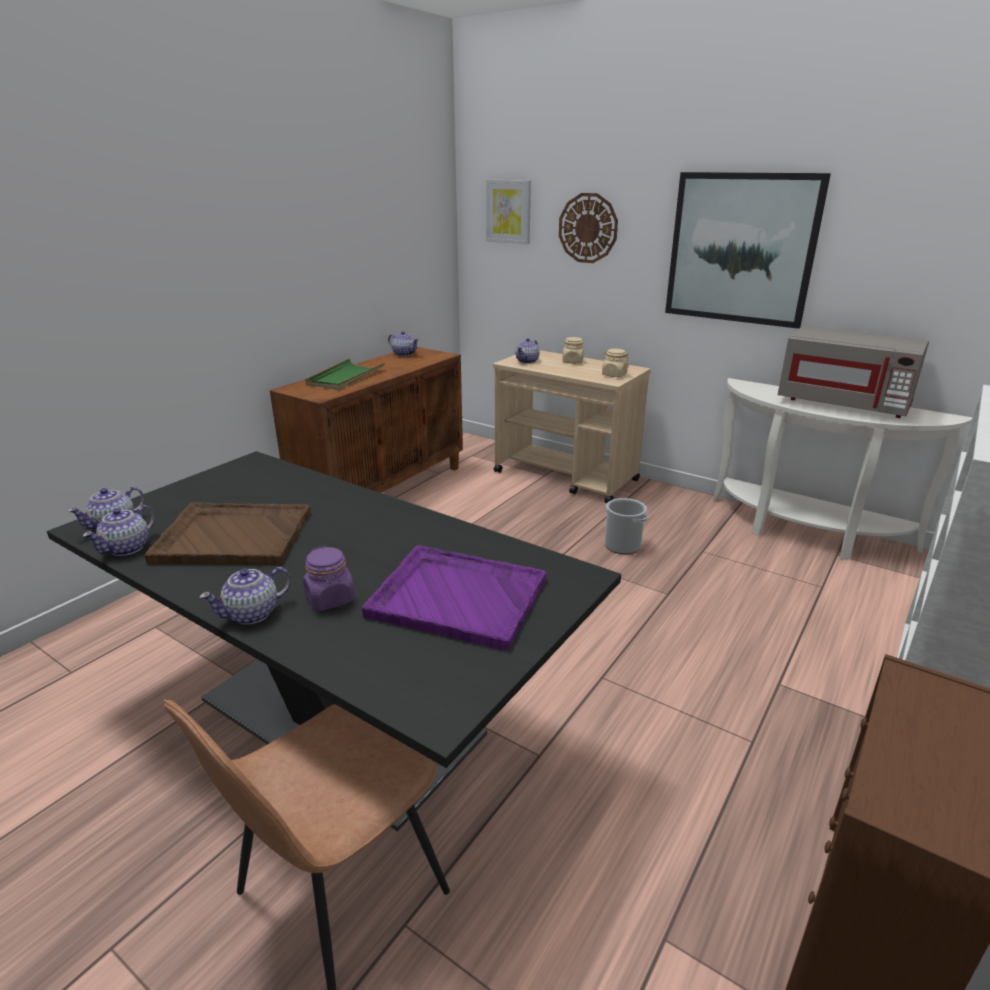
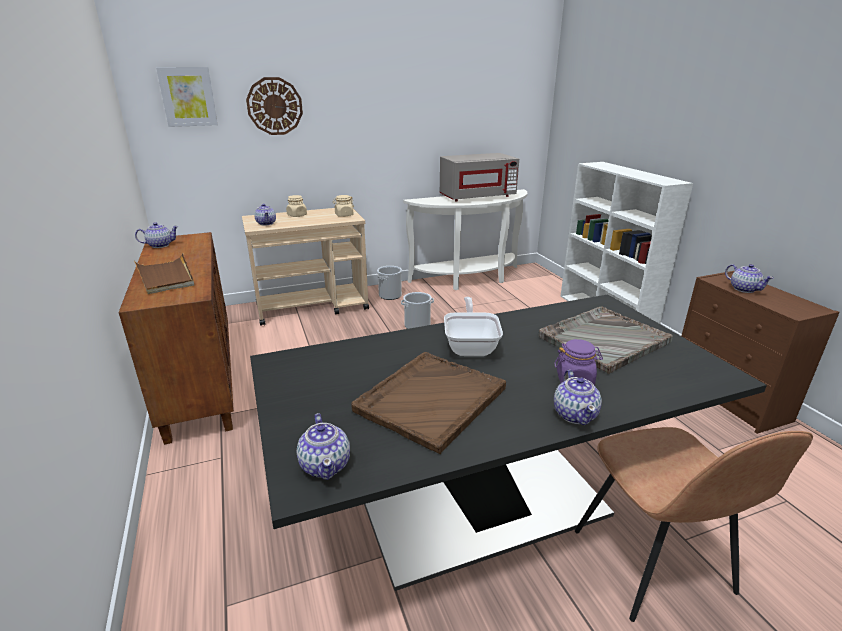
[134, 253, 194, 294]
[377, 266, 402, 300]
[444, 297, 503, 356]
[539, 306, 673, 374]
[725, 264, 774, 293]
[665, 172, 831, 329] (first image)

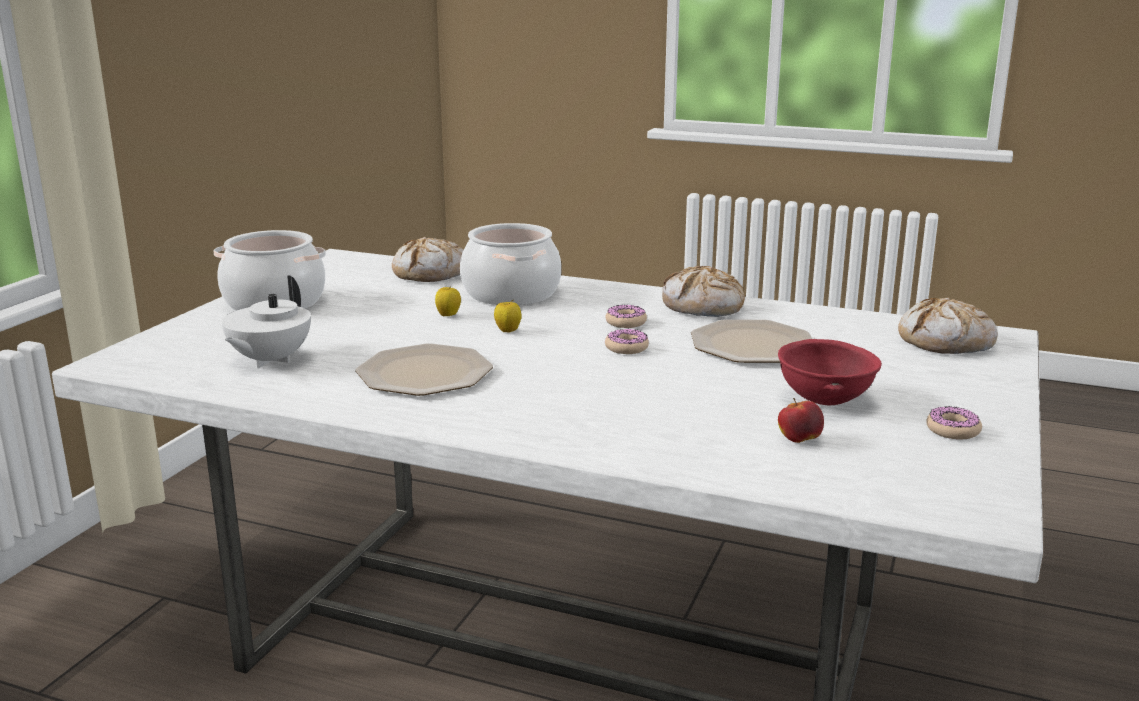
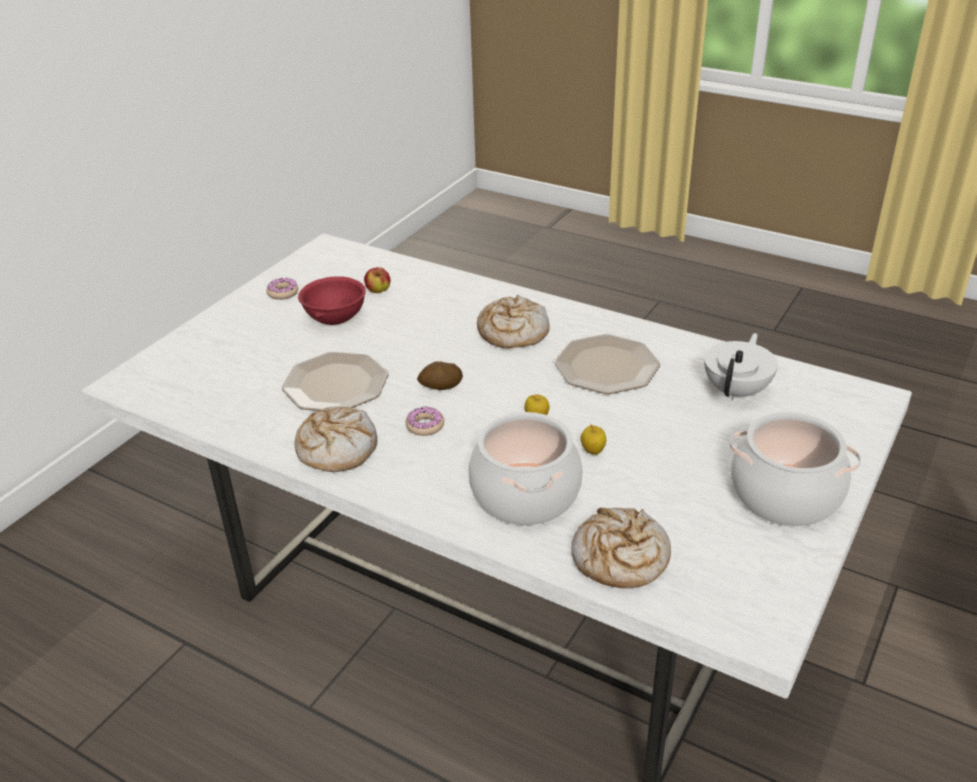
[417, 362, 463, 390]
[477, 295, 550, 348]

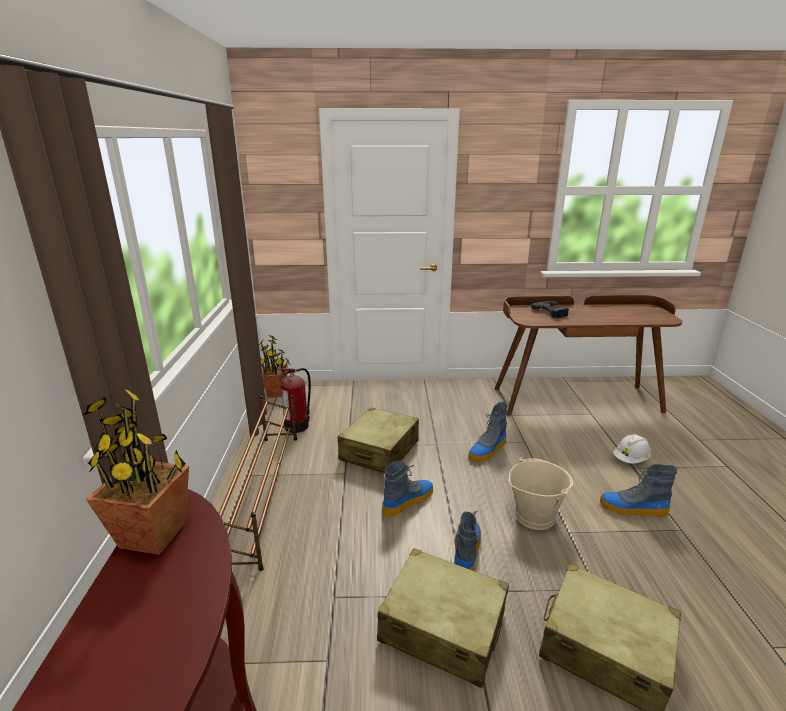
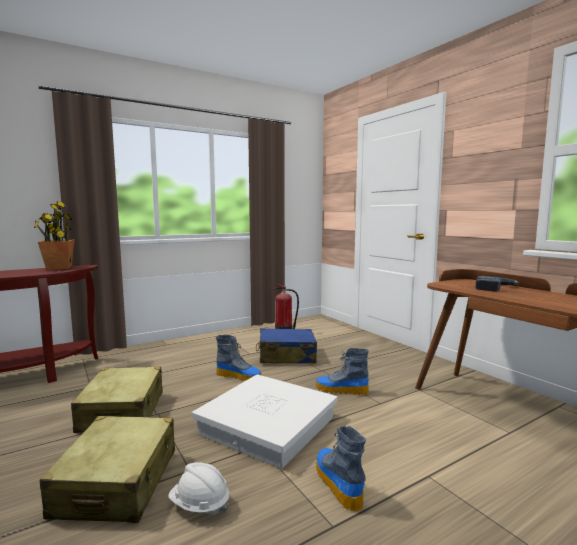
[168, 462, 230, 515]
[192, 374, 338, 469]
[256, 328, 317, 363]
[219, 395, 297, 571] (first image)
[259, 335, 290, 398] (first image)
[454, 511, 481, 571] (first image)

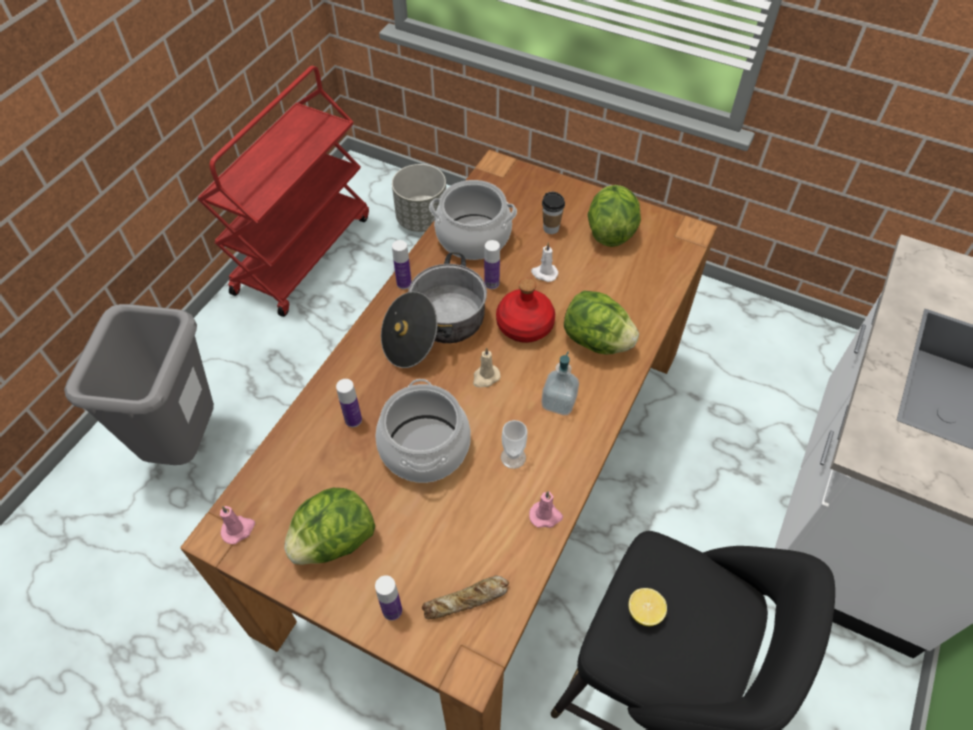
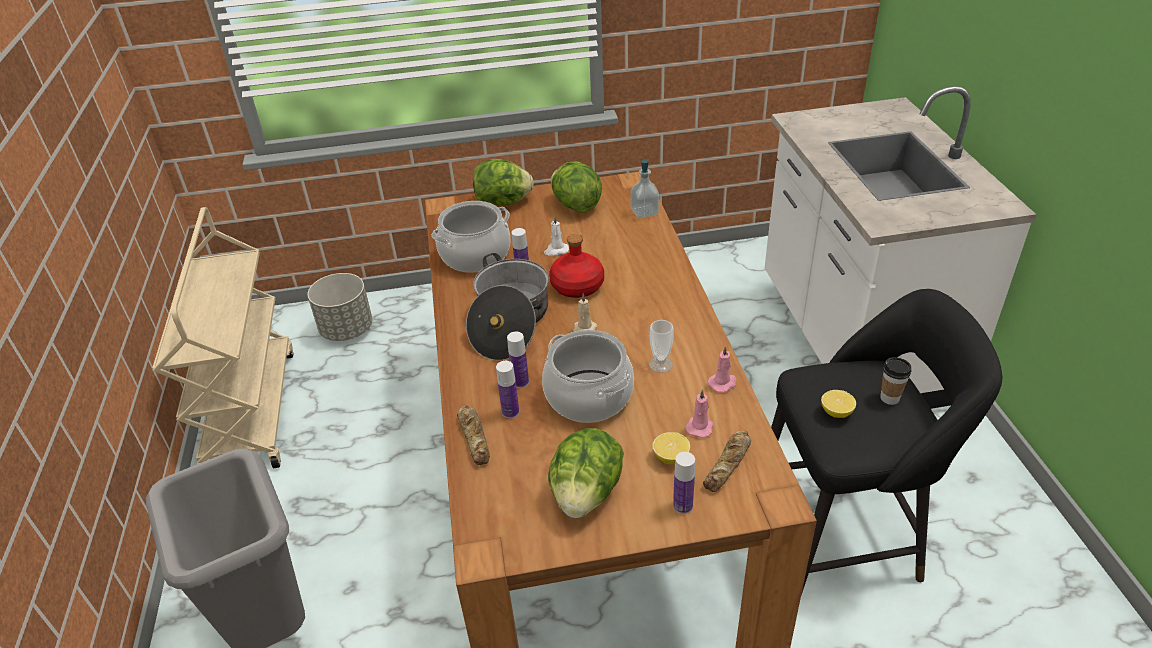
[152, 207, 293, 468]
[457, 405, 490, 465]
[473, 159, 534, 206]
[507, 331, 529, 388]
[630, 159, 659, 218]
[652, 432, 690, 464]
[685, 389, 714, 438]
[880, 357, 911, 405]

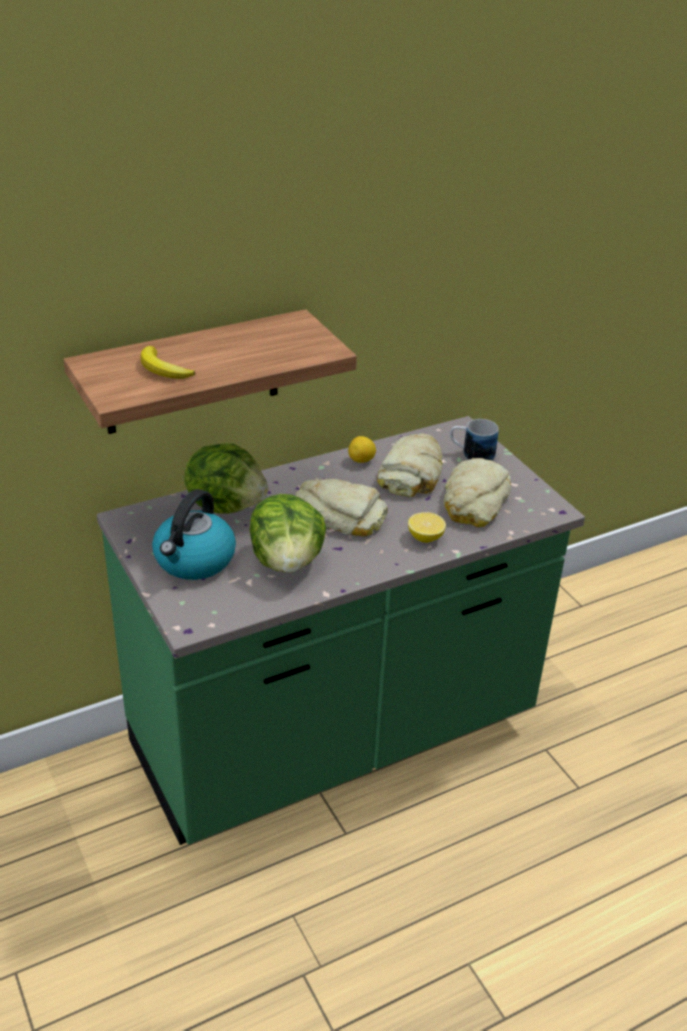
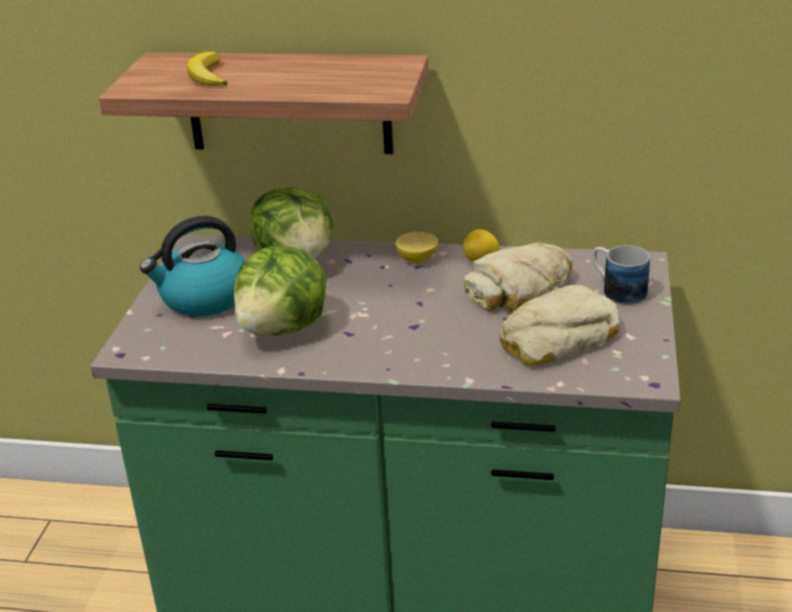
[396, 232, 438, 263]
[295, 479, 388, 536] (first image)

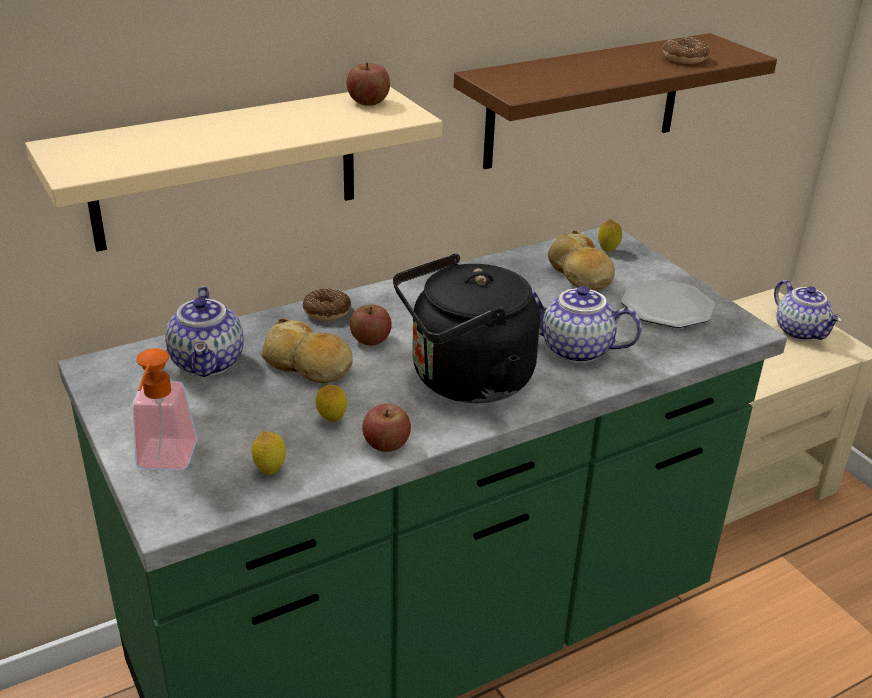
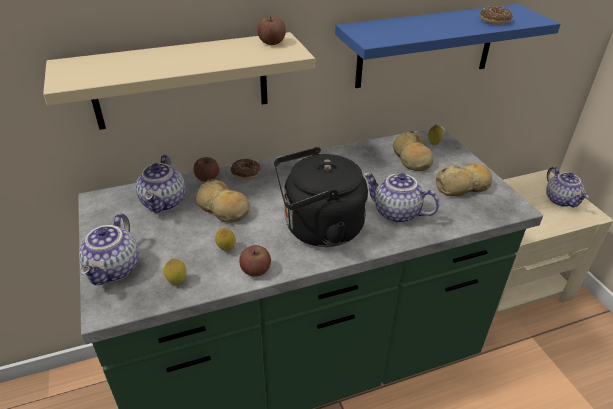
[79, 213, 139, 285]
[193, 157, 219, 182]
[335, 4, 561, 88]
[436, 163, 492, 196]

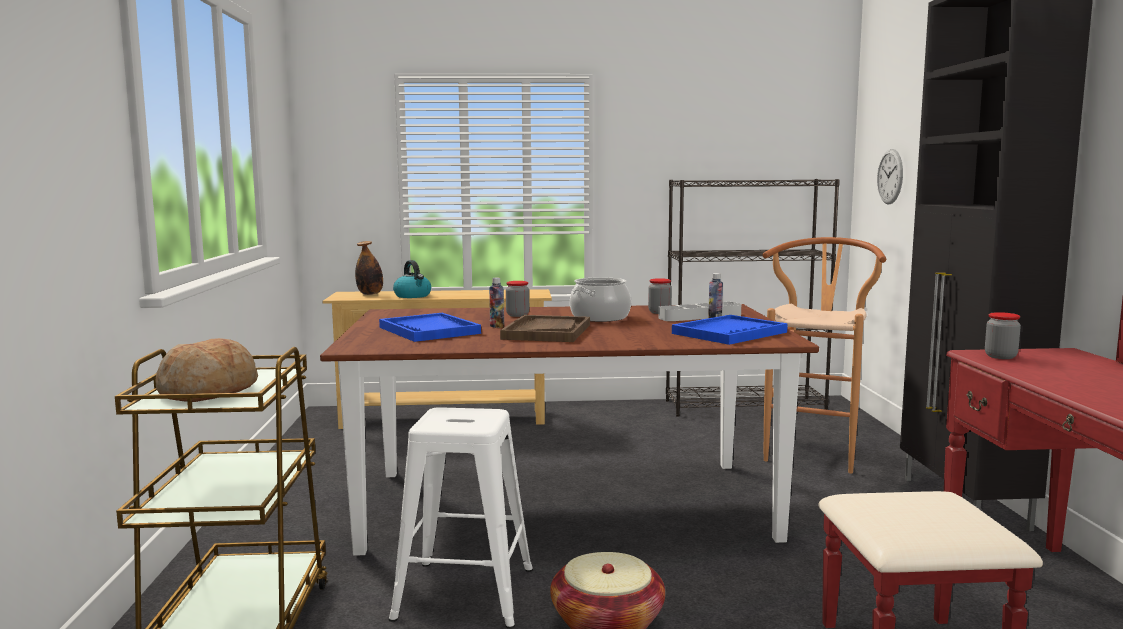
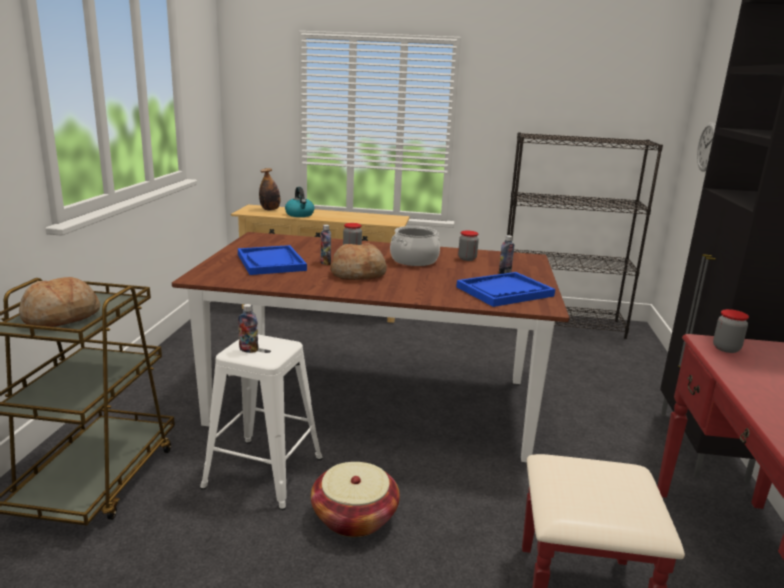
[238, 304, 258, 353]
[330, 243, 387, 280]
[658, 302, 741, 321] (first image)
[763, 237, 886, 474] (first image)

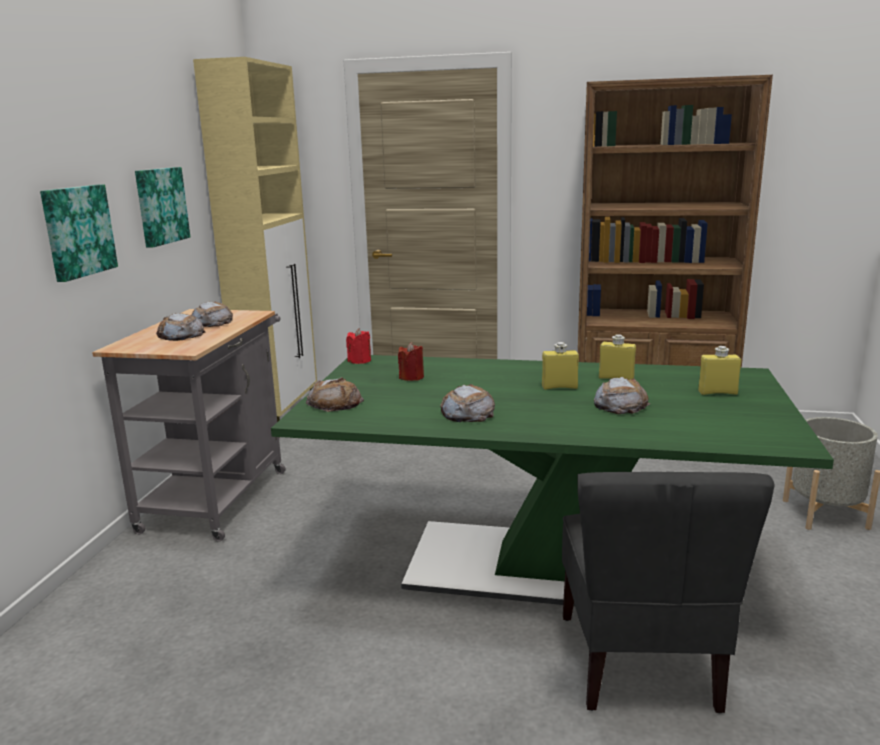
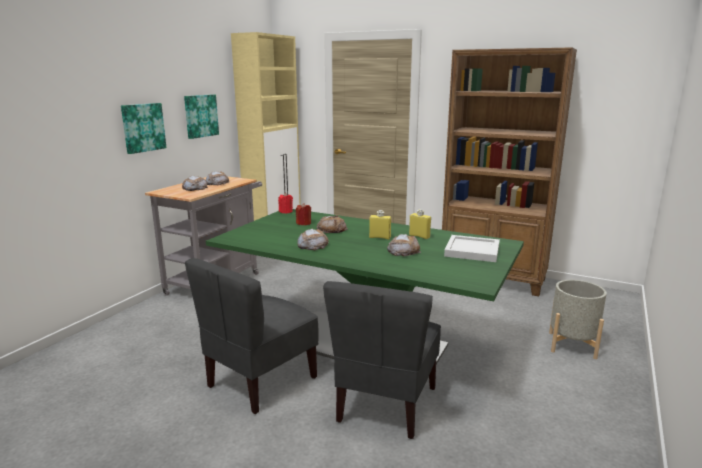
[185, 258, 319, 414]
[316, 215, 348, 233]
[444, 235, 500, 262]

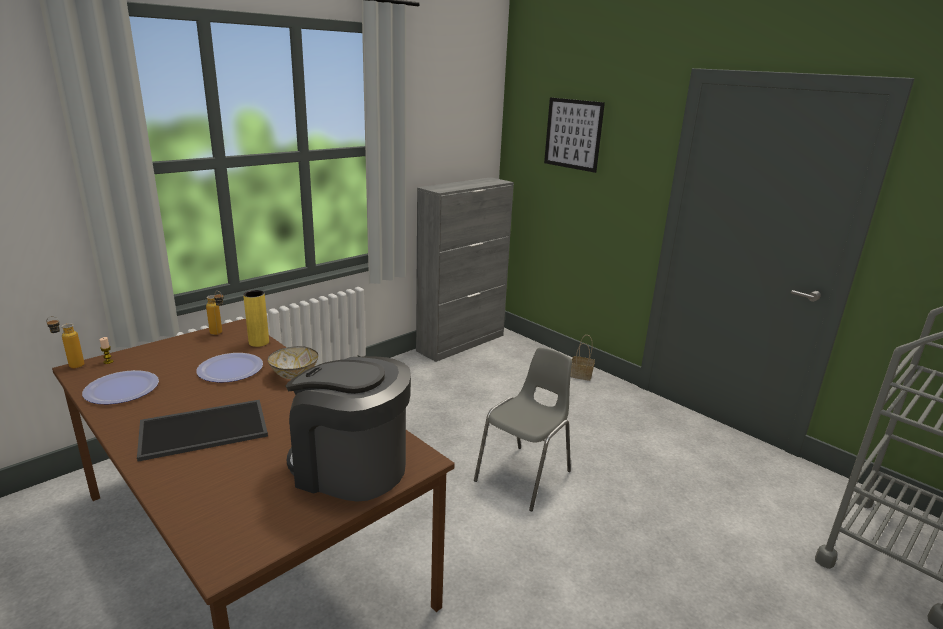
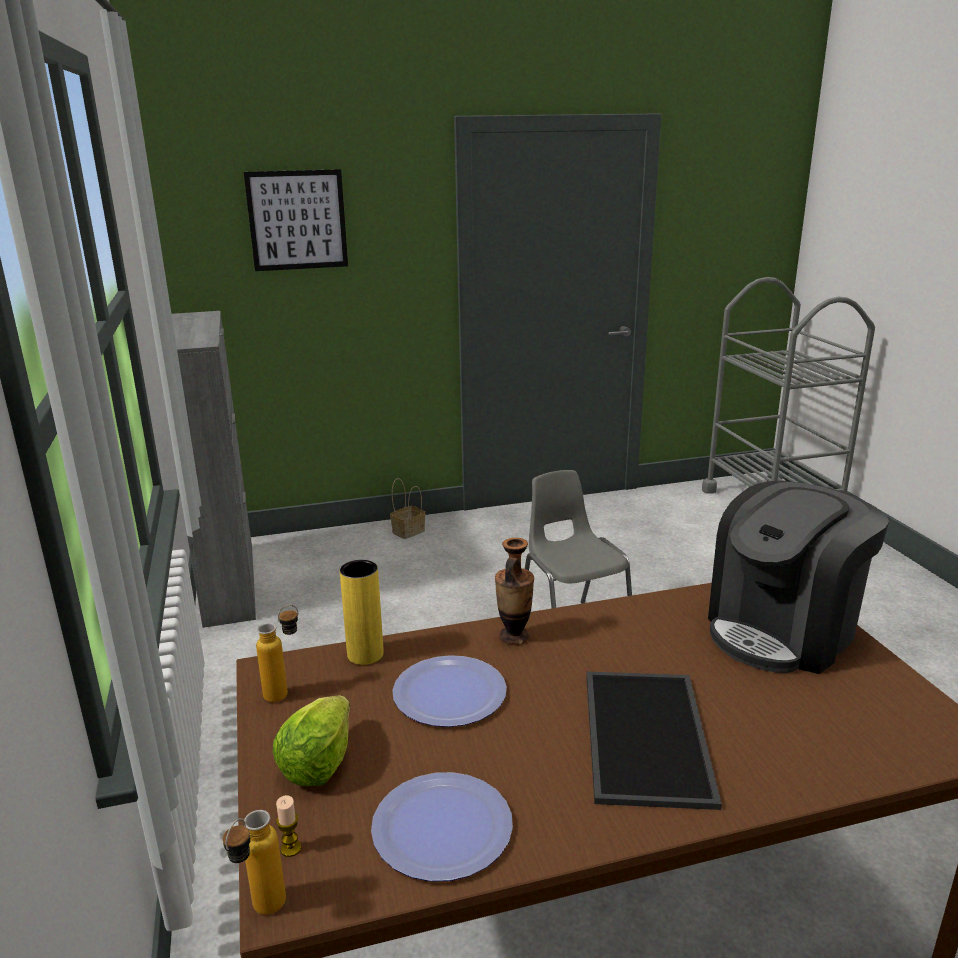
[273, 696, 350, 786]
[495, 538, 534, 645]

